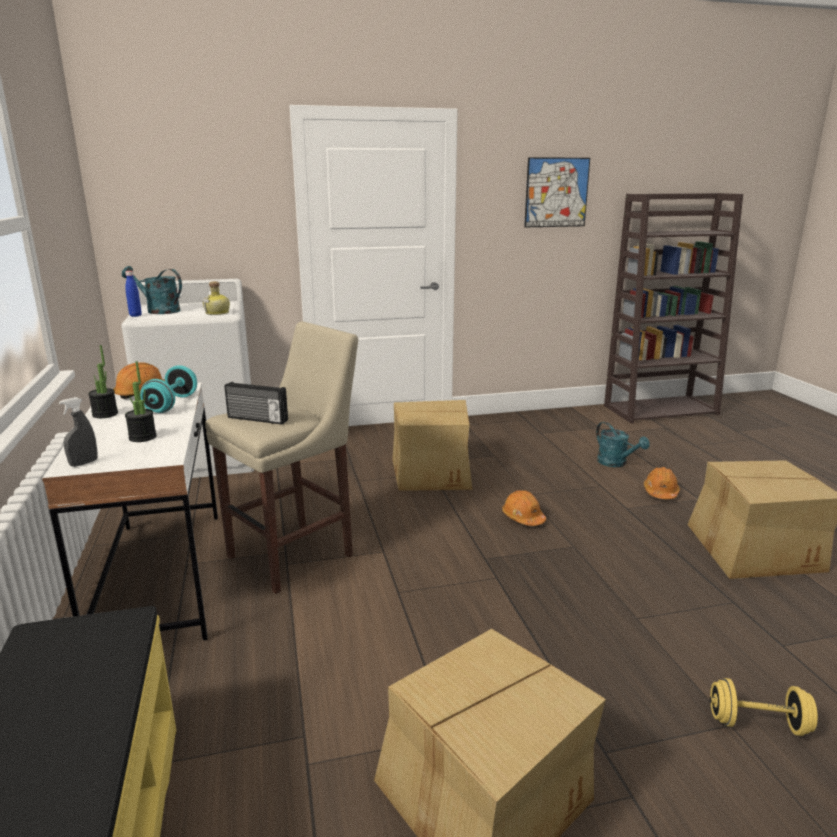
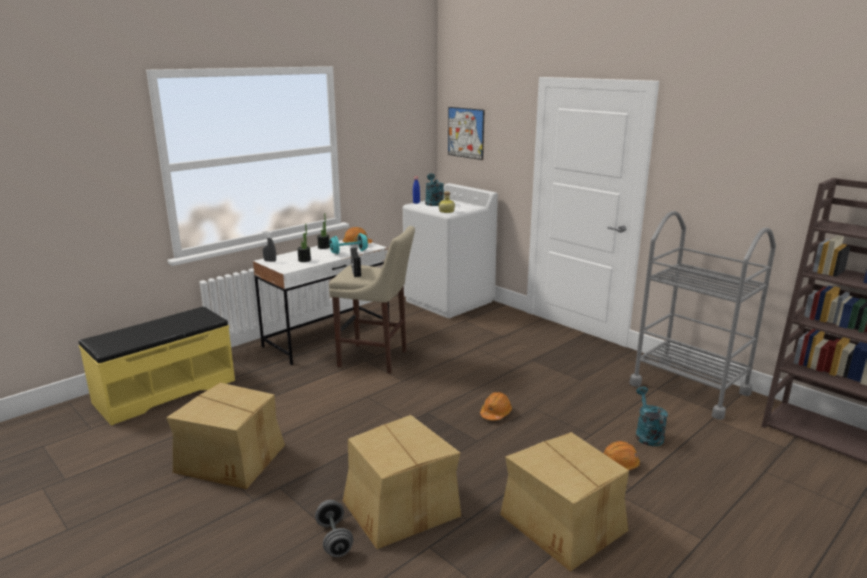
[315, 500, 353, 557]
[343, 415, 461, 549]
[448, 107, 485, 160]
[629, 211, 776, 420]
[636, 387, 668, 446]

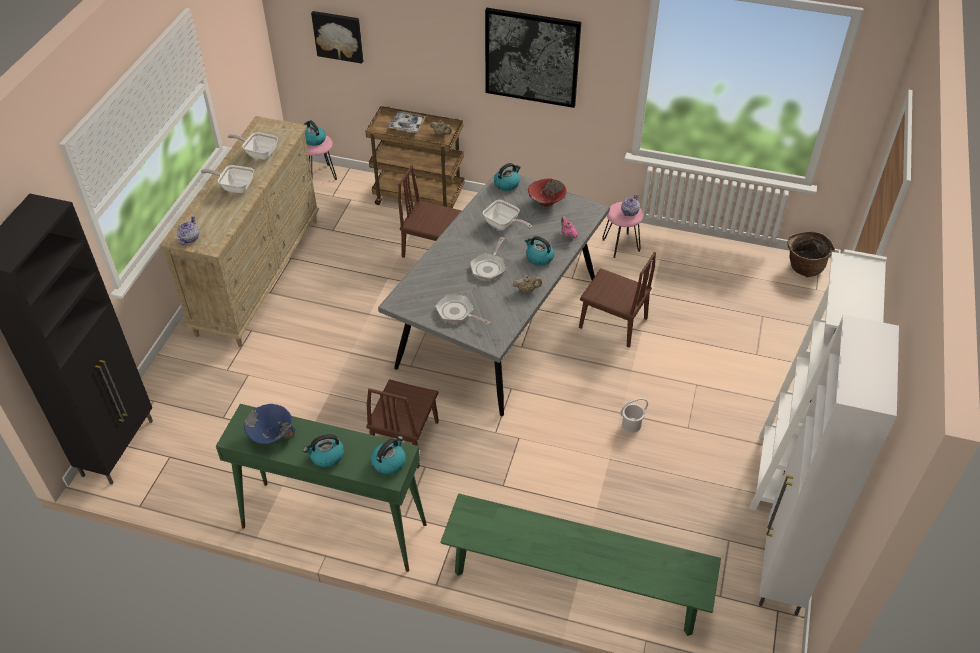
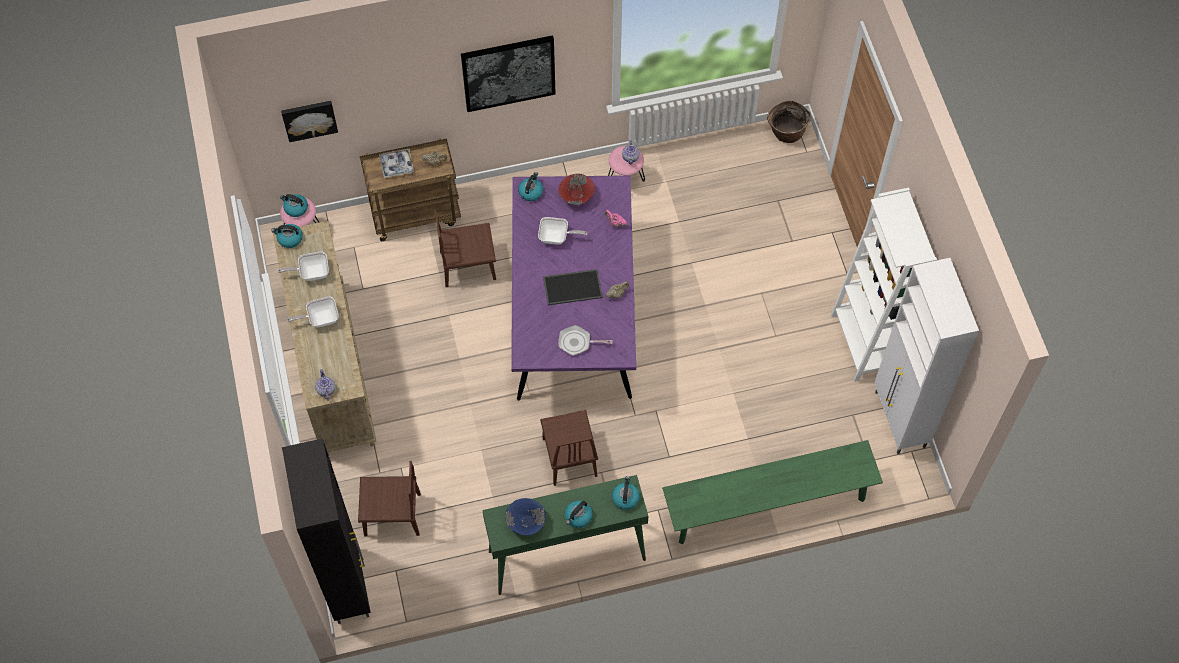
[271, 224, 303, 248]
[358, 461, 421, 536]
[511, 175, 636, 400]
[543, 269, 603, 305]
[621, 398, 648, 433] (first image)

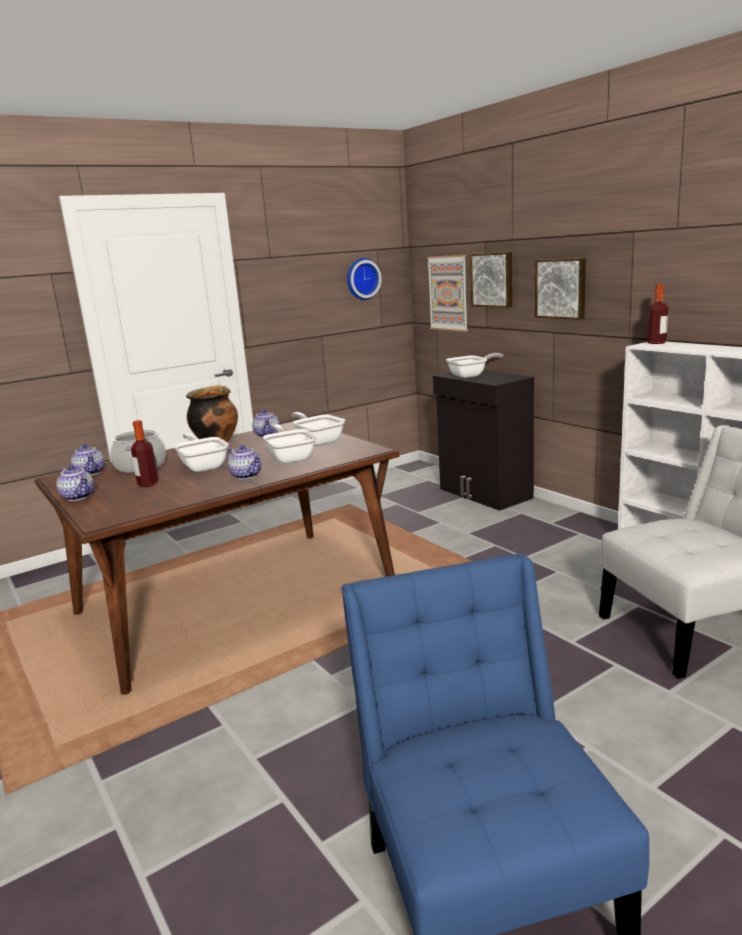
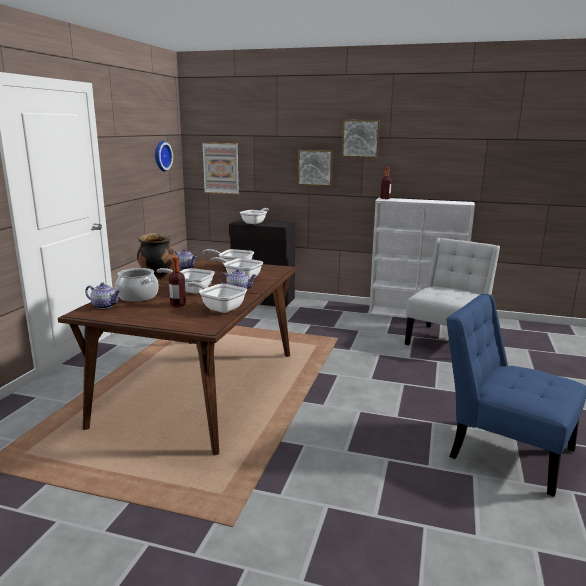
[187, 282, 247, 313]
[342, 120, 380, 158]
[56, 465, 94, 501] (first image)

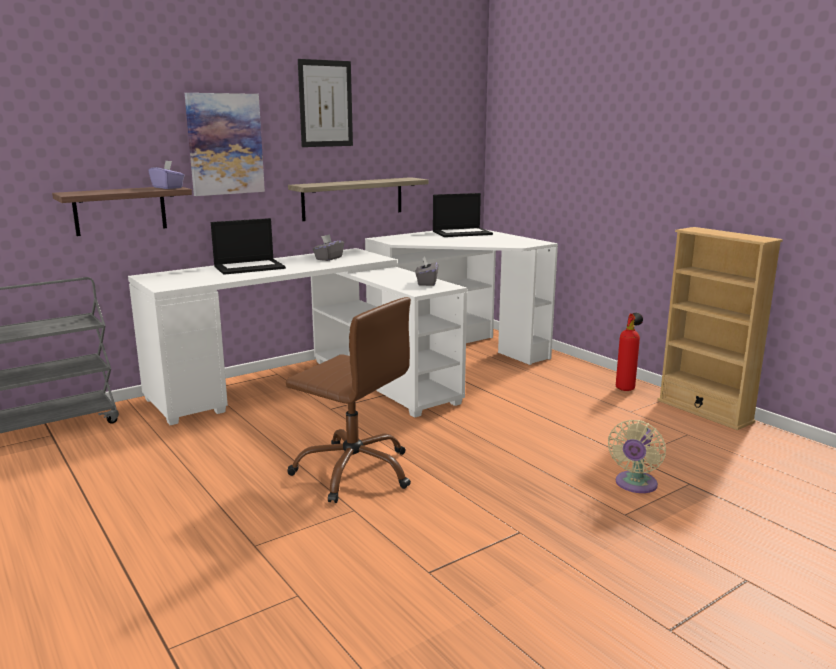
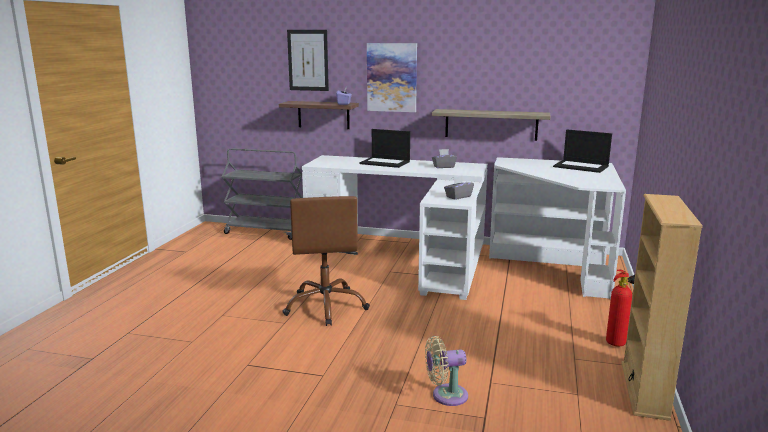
[287, 30, 329, 91]

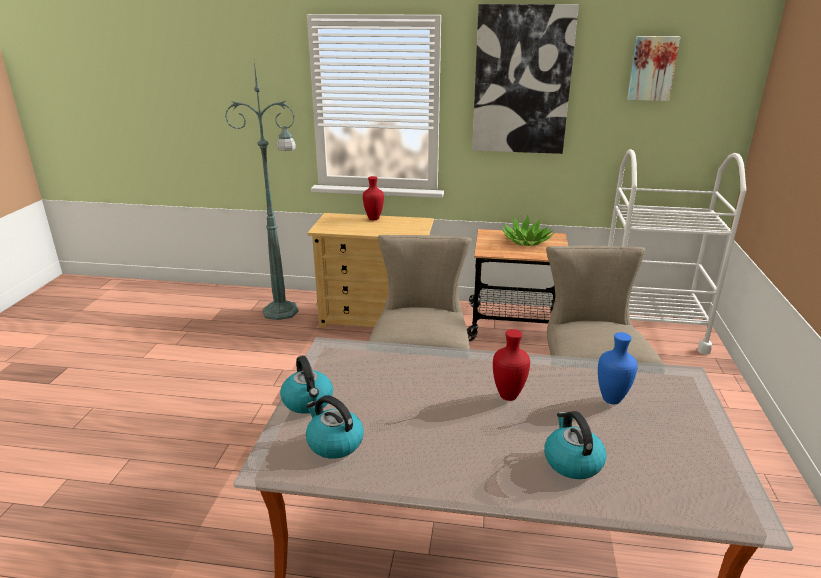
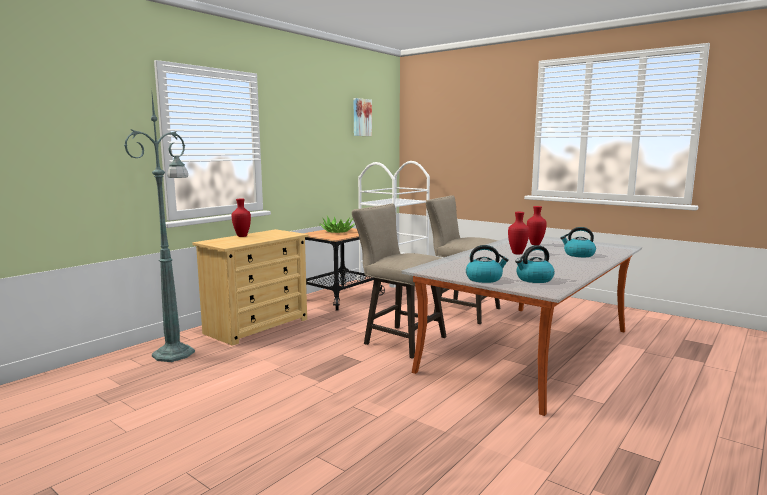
[527, 206, 547, 245]
[472, 4, 579, 154] (first image)

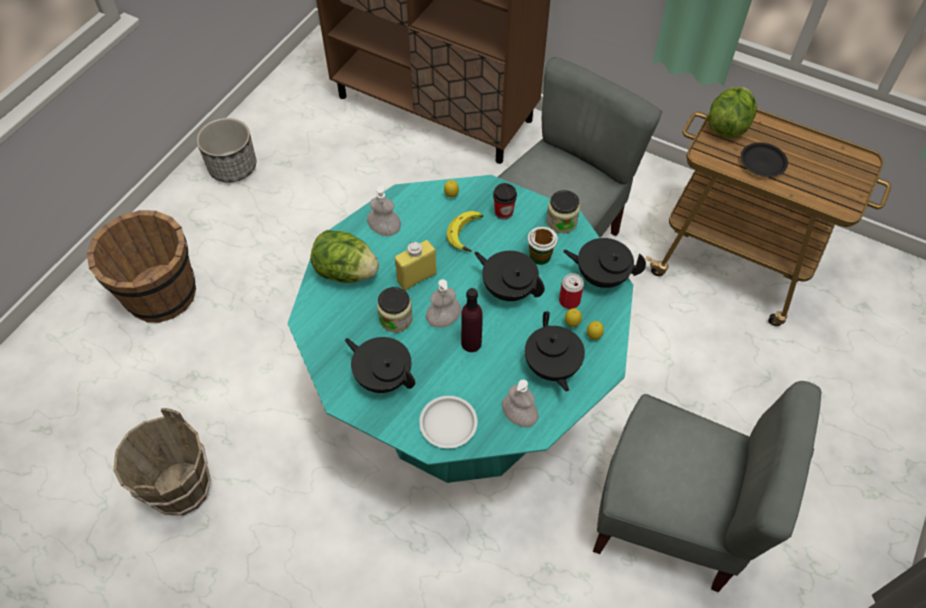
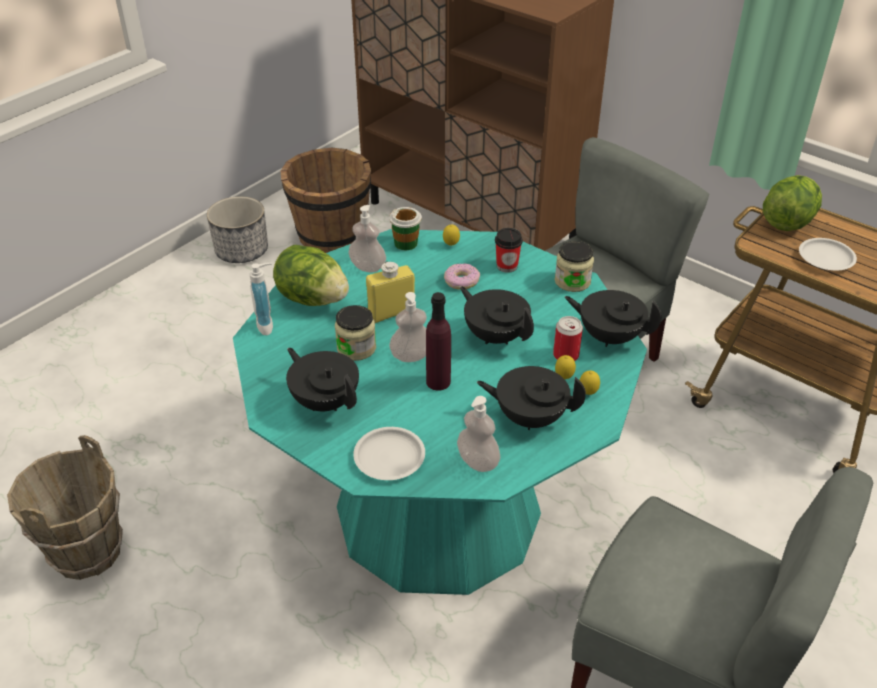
[250, 263, 273, 335]
[281, 148, 371, 253]
[389, 207, 422, 250]
[444, 263, 480, 290]
[477, 366, 586, 430]
[799, 238, 857, 270]

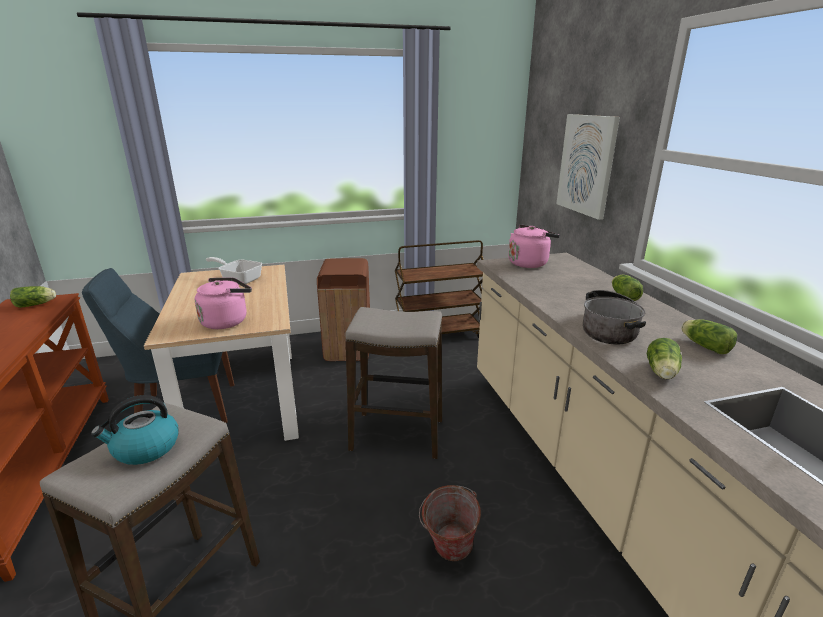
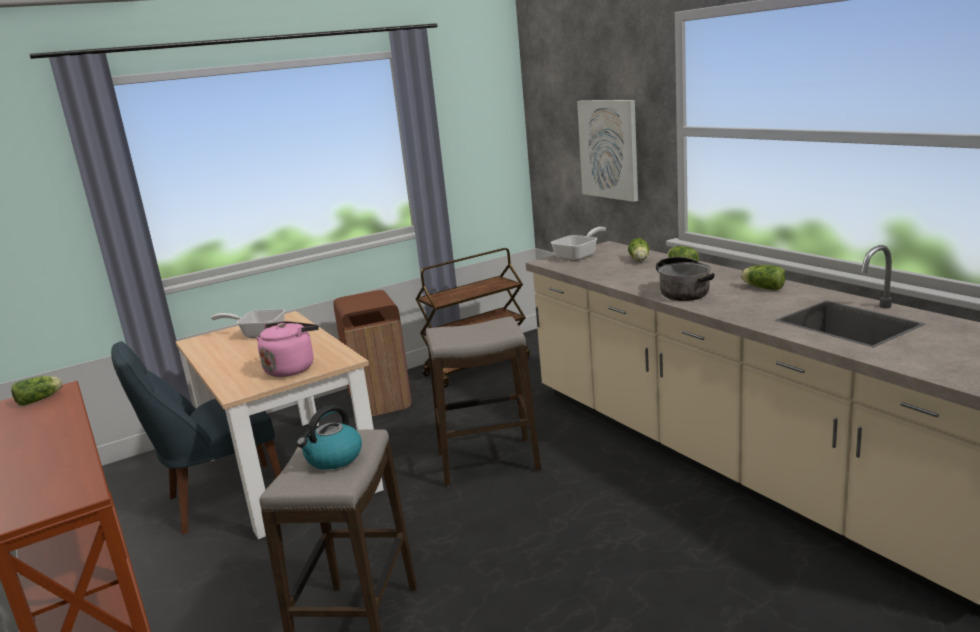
[551, 227, 606, 261]
[628, 238, 649, 261]
[419, 485, 481, 561] (first image)

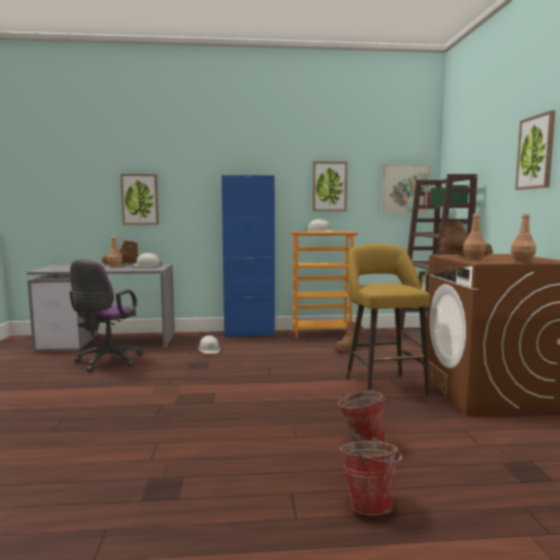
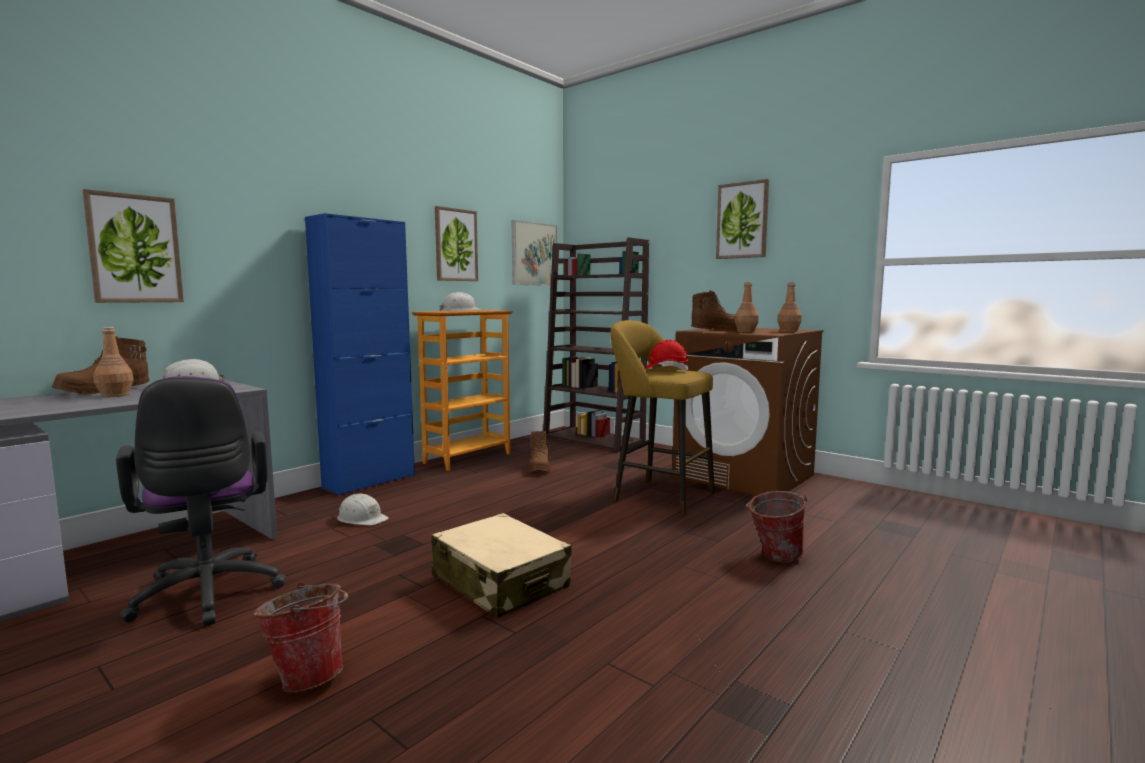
[254, 583, 348, 693]
[431, 513, 572, 618]
[645, 340, 689, 370]

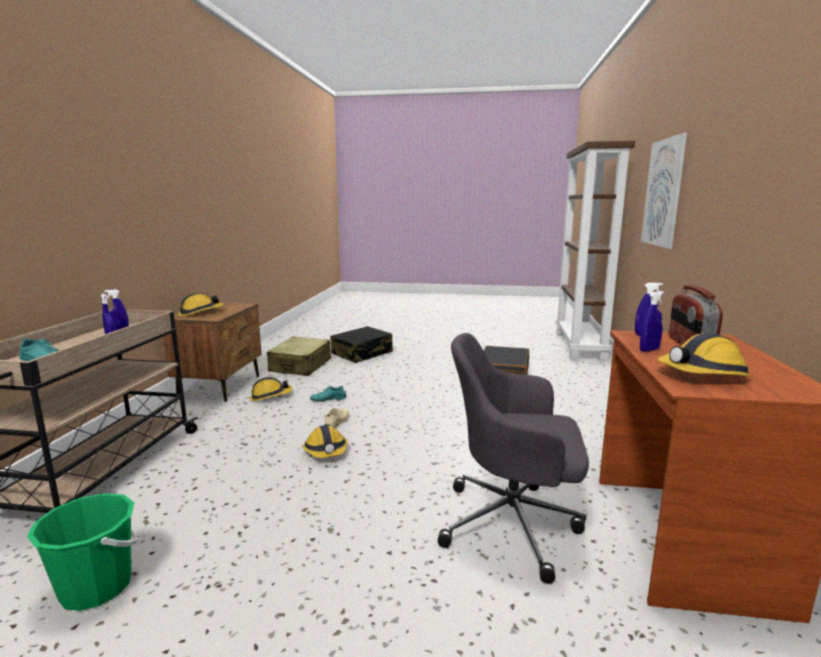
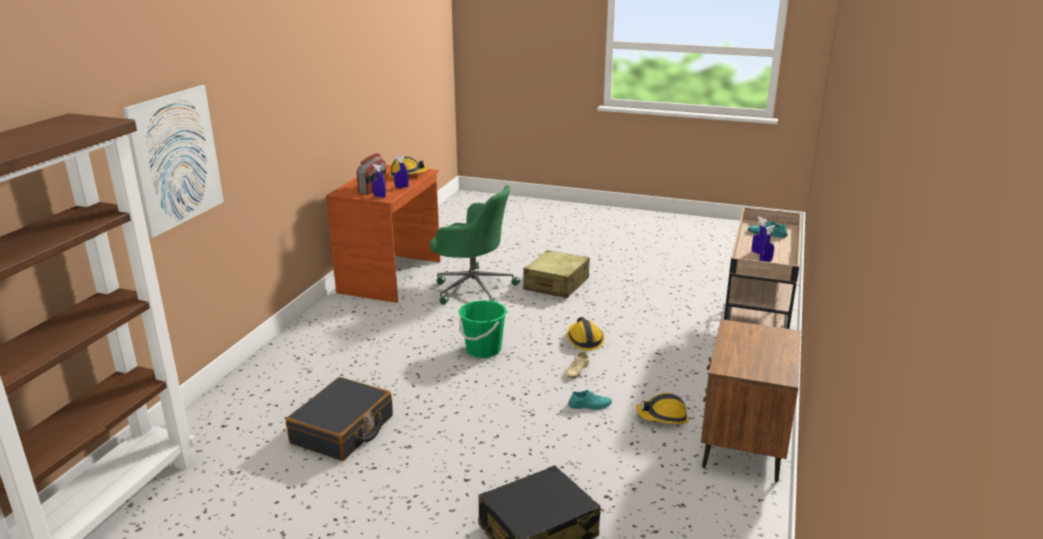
[430, 185, 520, 305]
[458, 300, 507, 358]
[523, 250, 590, 298]
[178, 293, 223, 316] (first image)

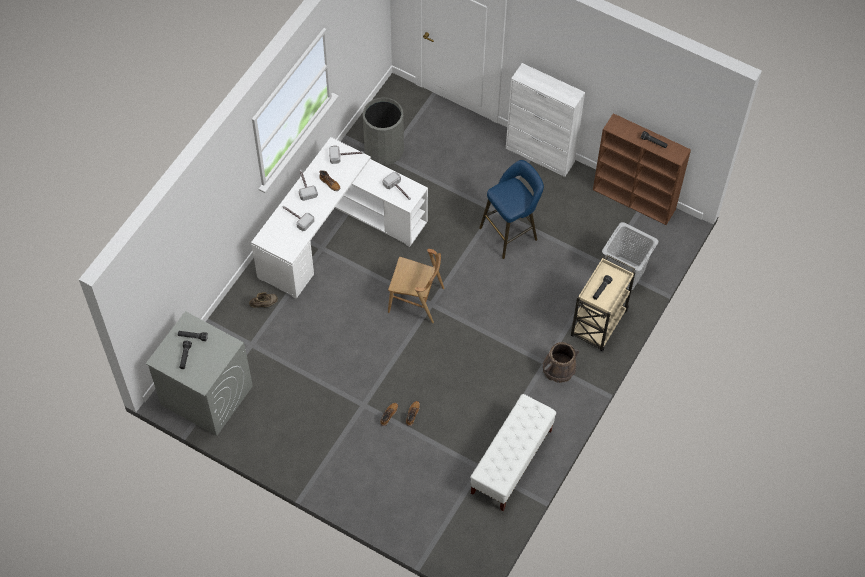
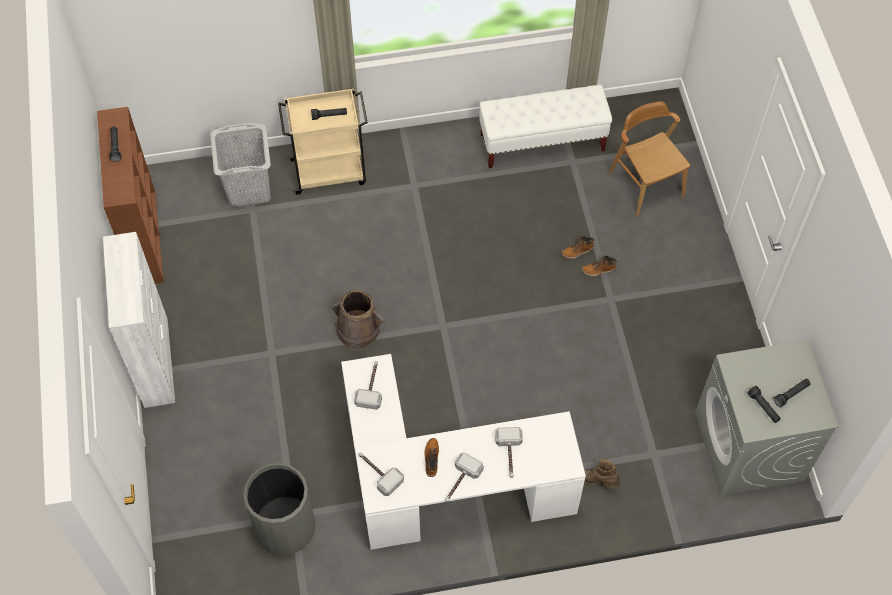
[332, 290, 383, 349]
[609, 101, 690, 216]
[479, 160, 544, 259] (first image)

